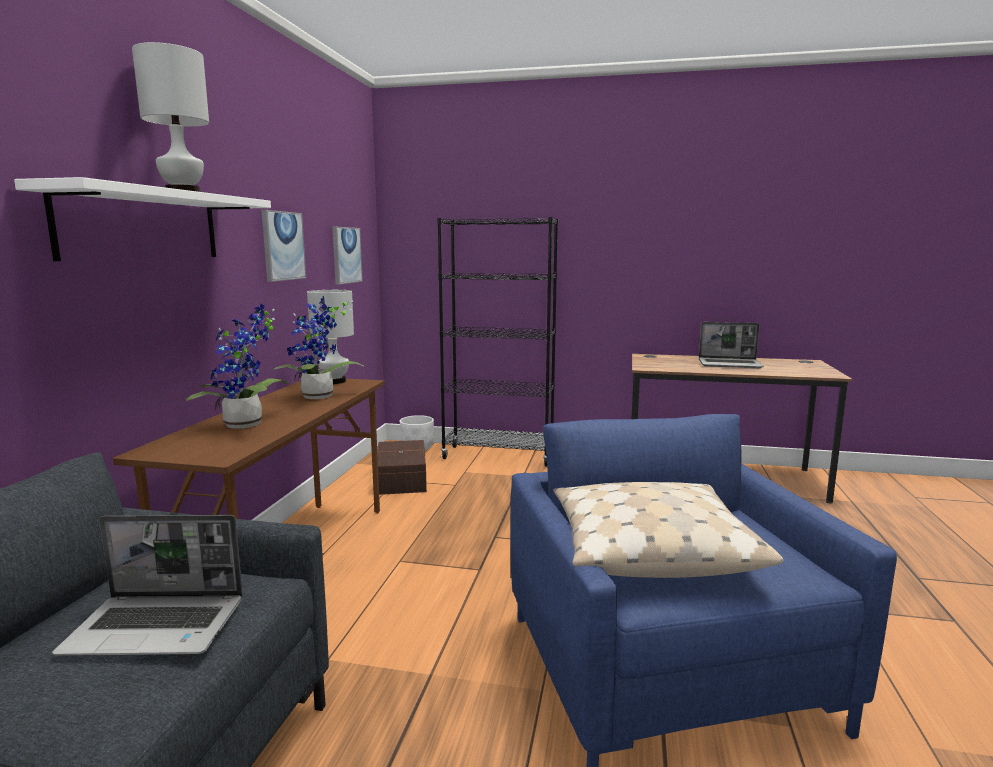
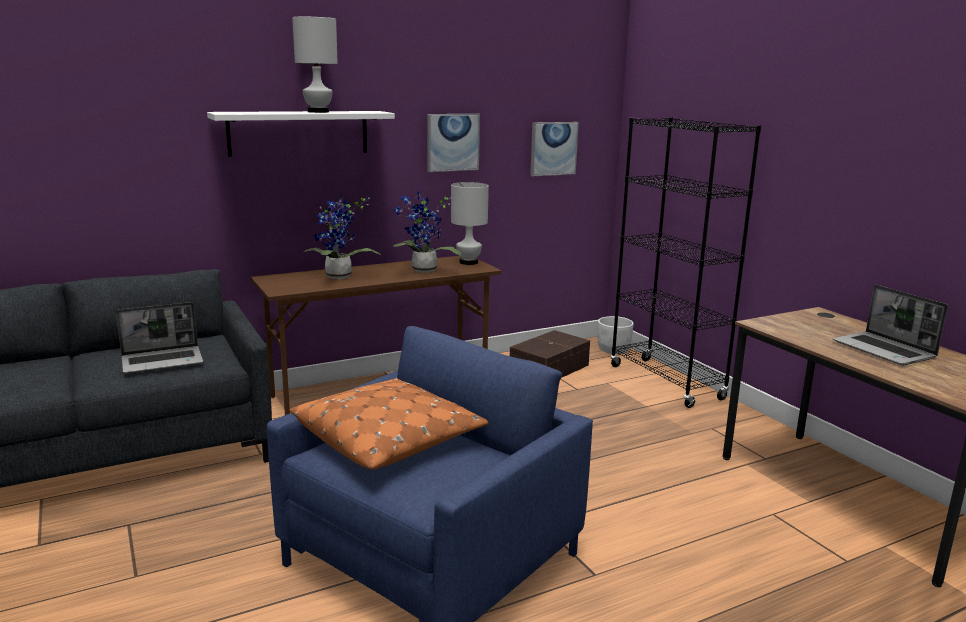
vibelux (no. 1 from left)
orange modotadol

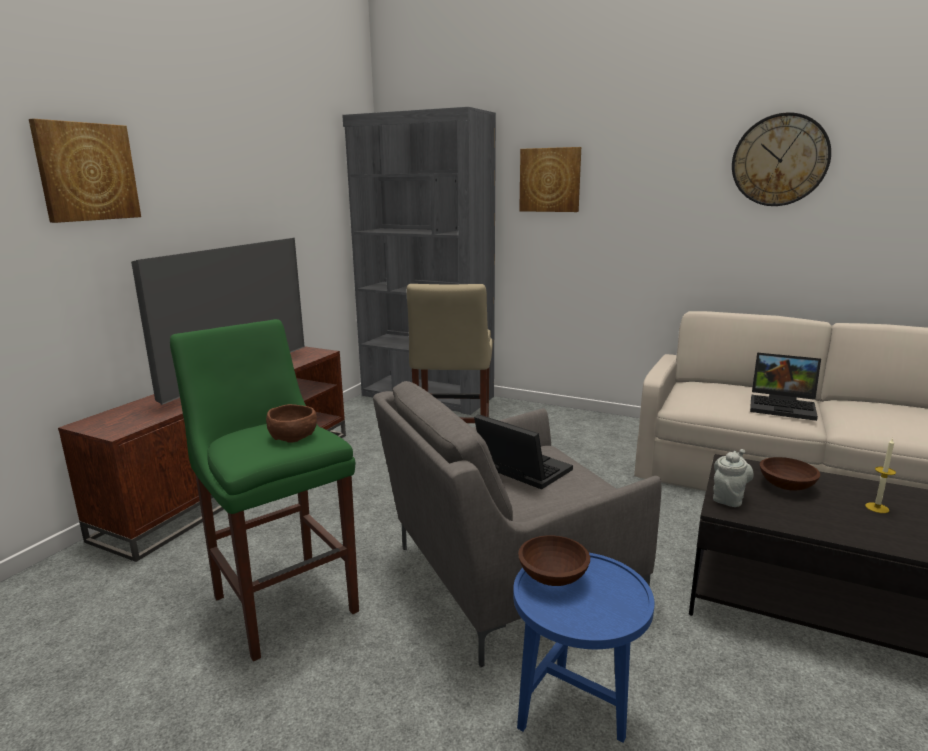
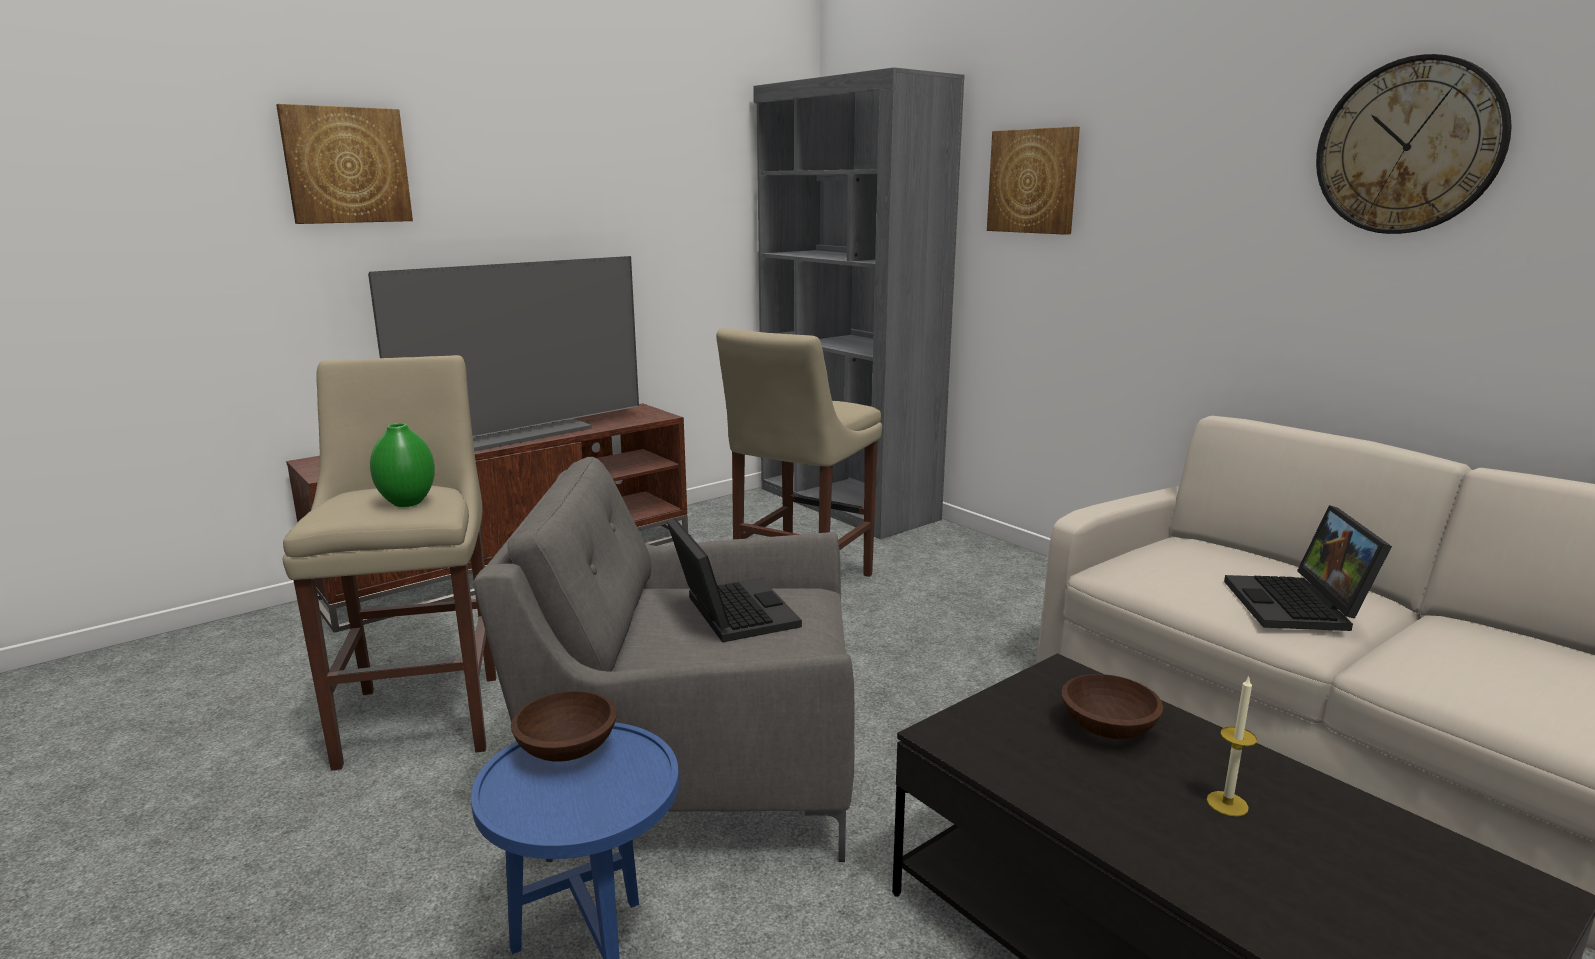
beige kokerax (no. 1 from left)
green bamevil
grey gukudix
vibelux (no. 2 from left)

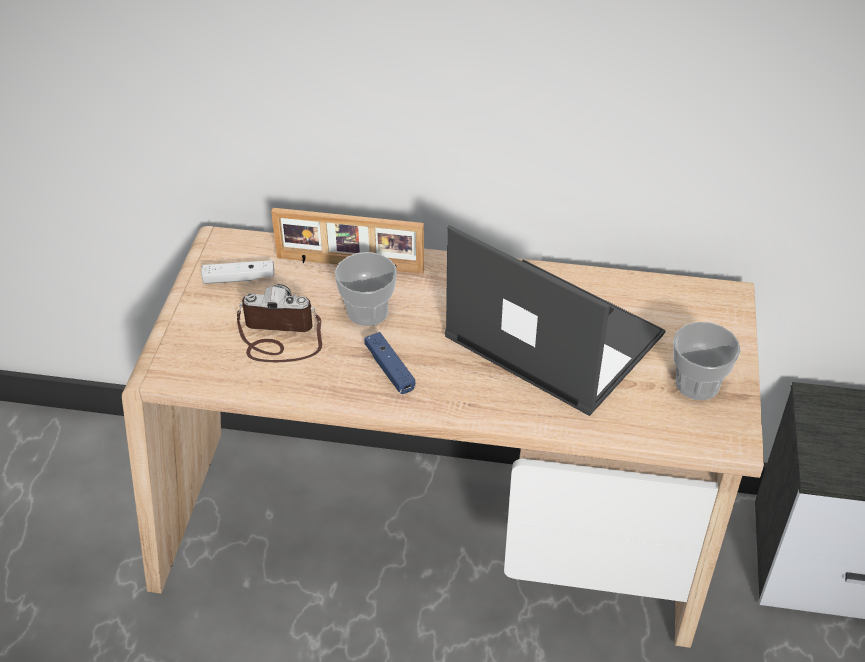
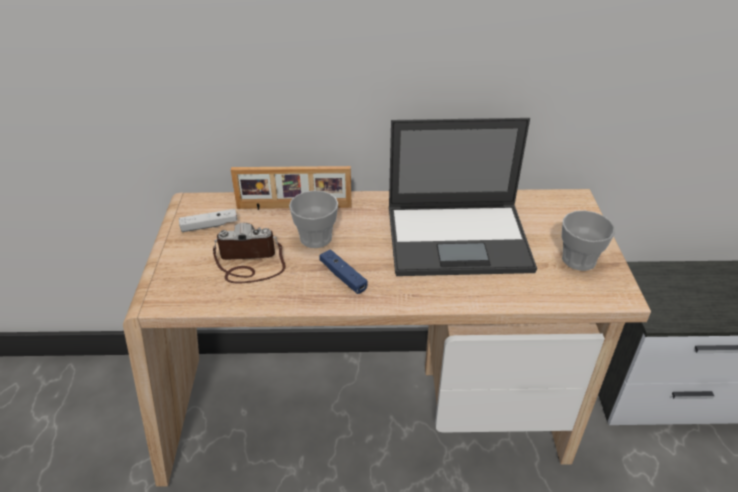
vibelux

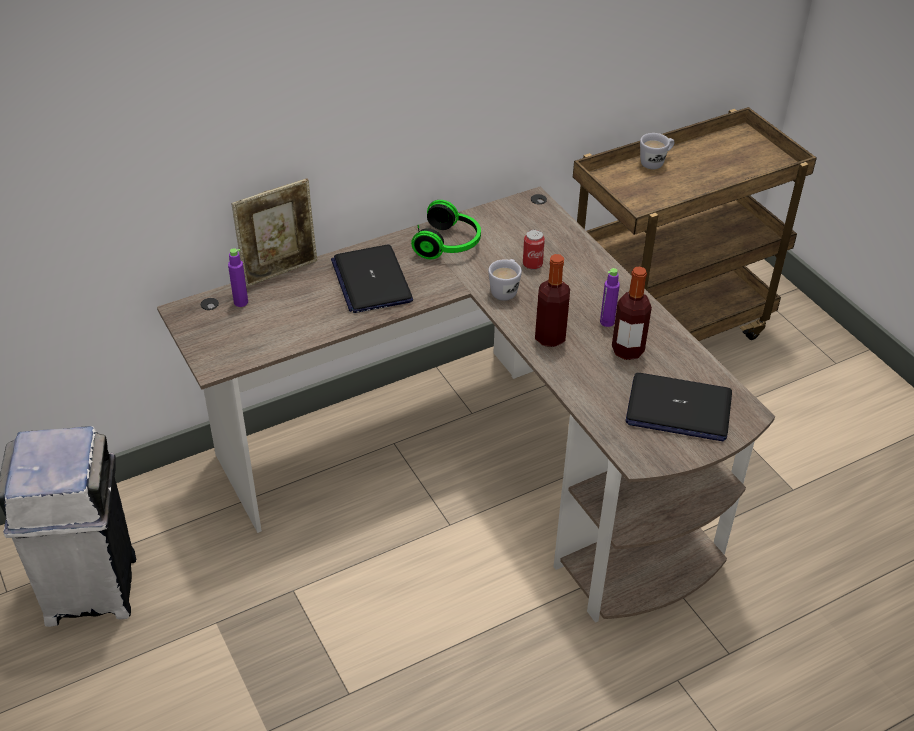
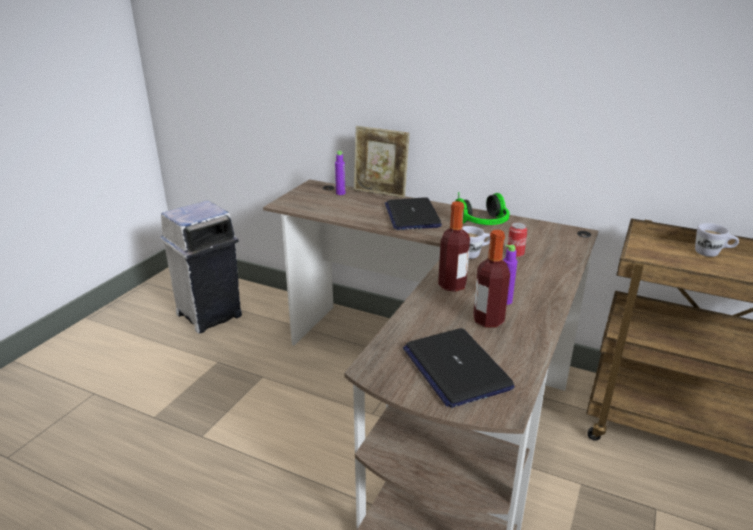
vibelux (no. 1 from left)

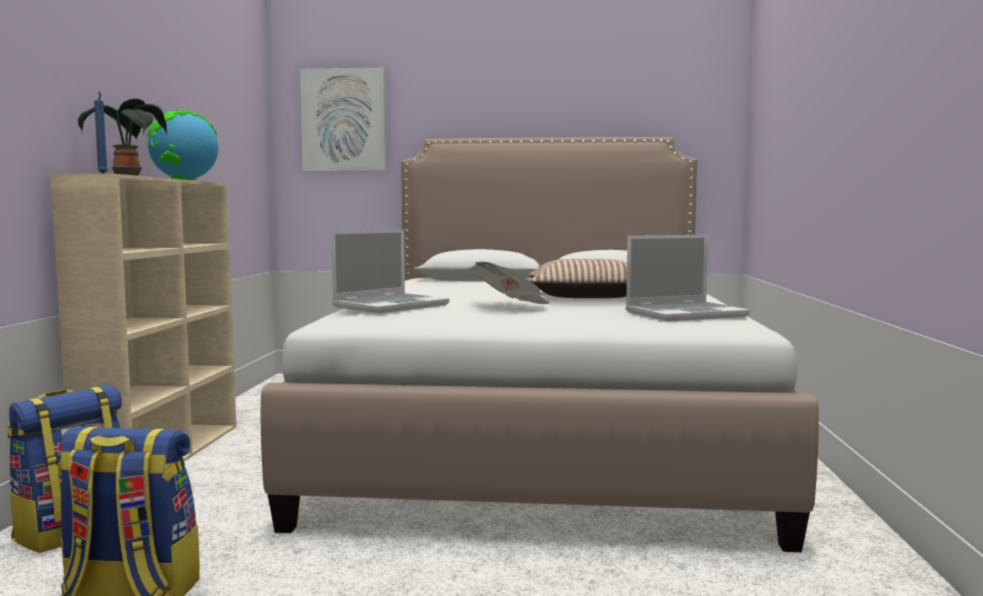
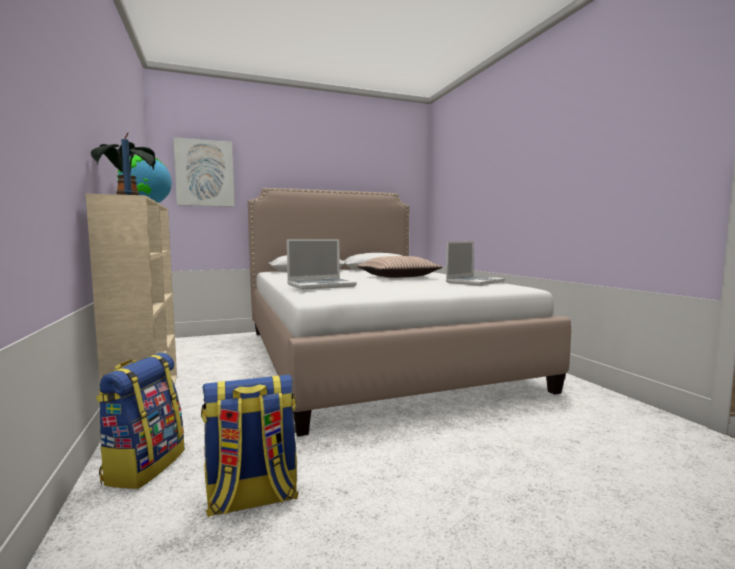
vibelux (no. 1 from left)
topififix

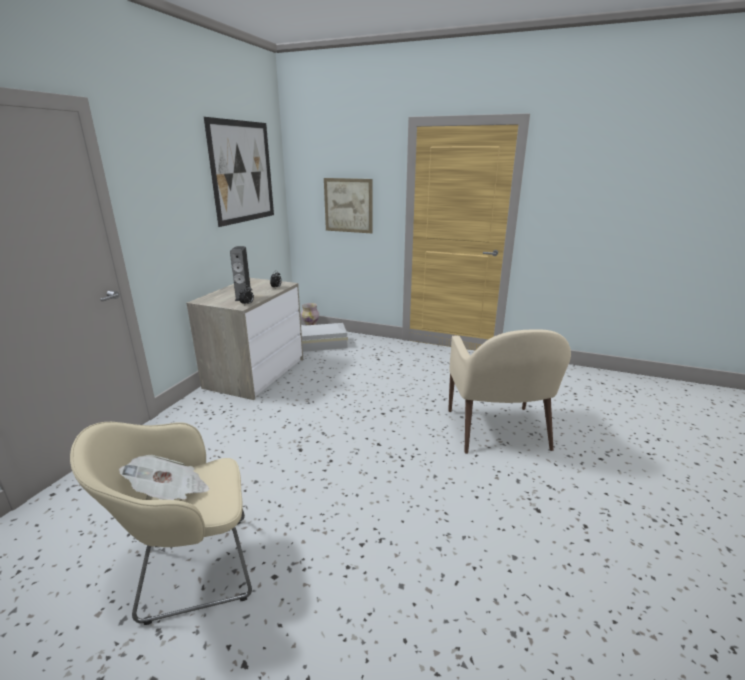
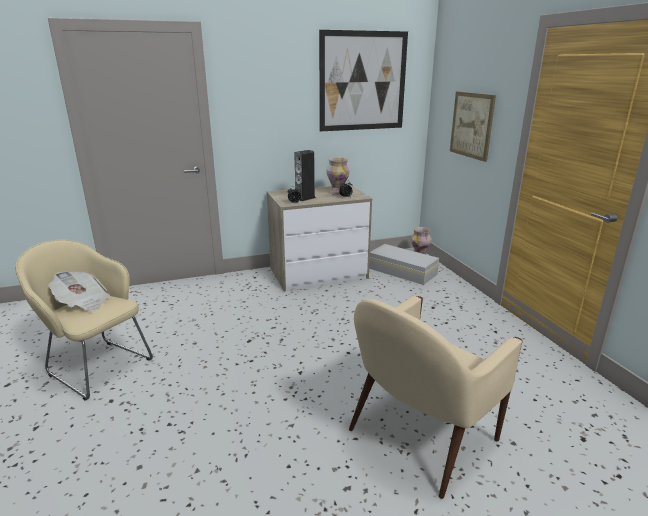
bamevil (no. 1 from left)

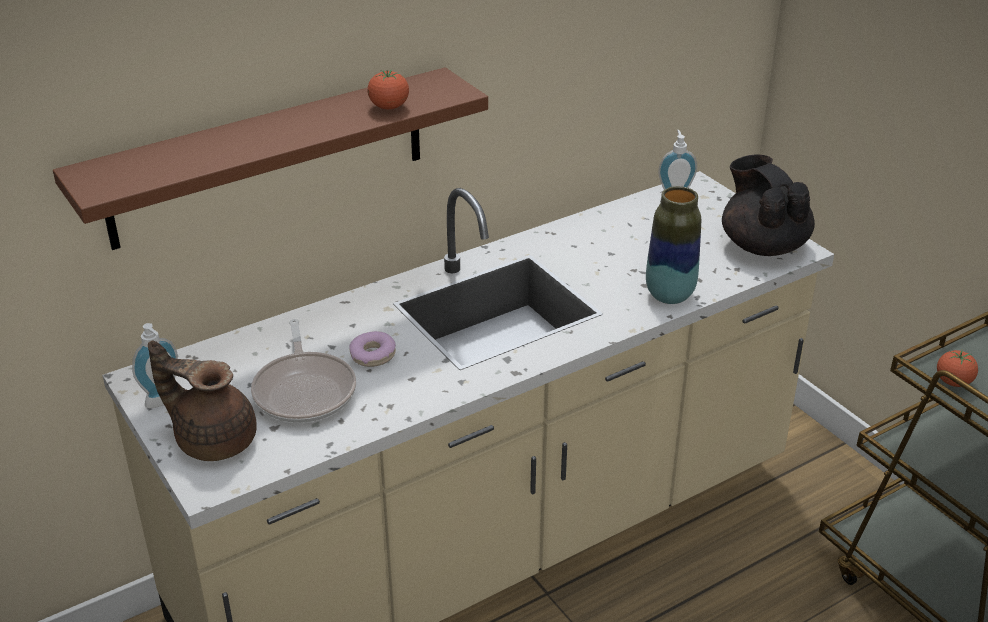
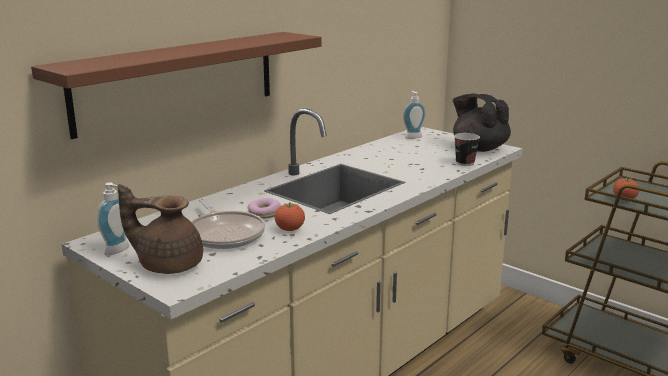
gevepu (no. 1 from left)
bamevil
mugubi

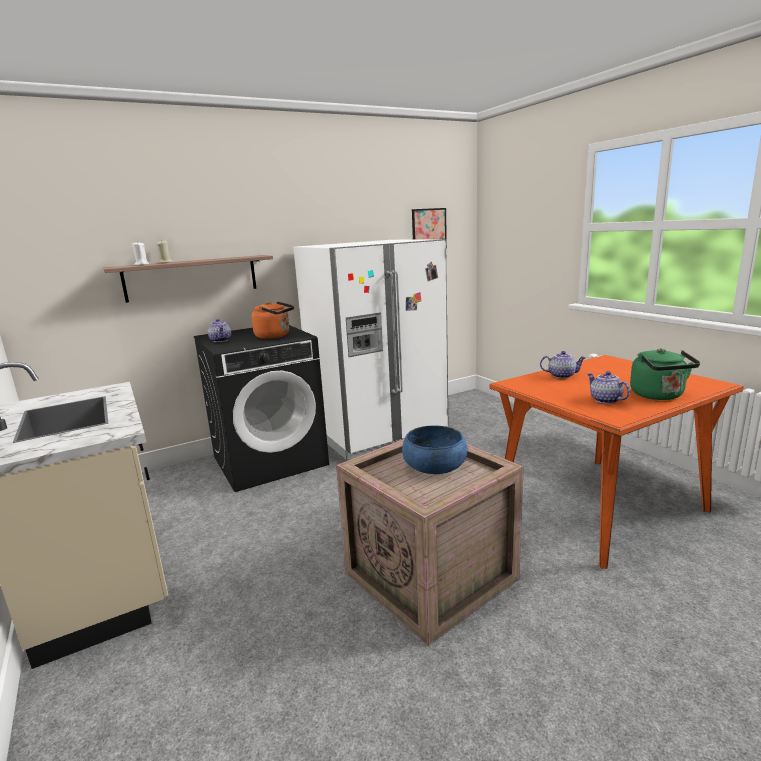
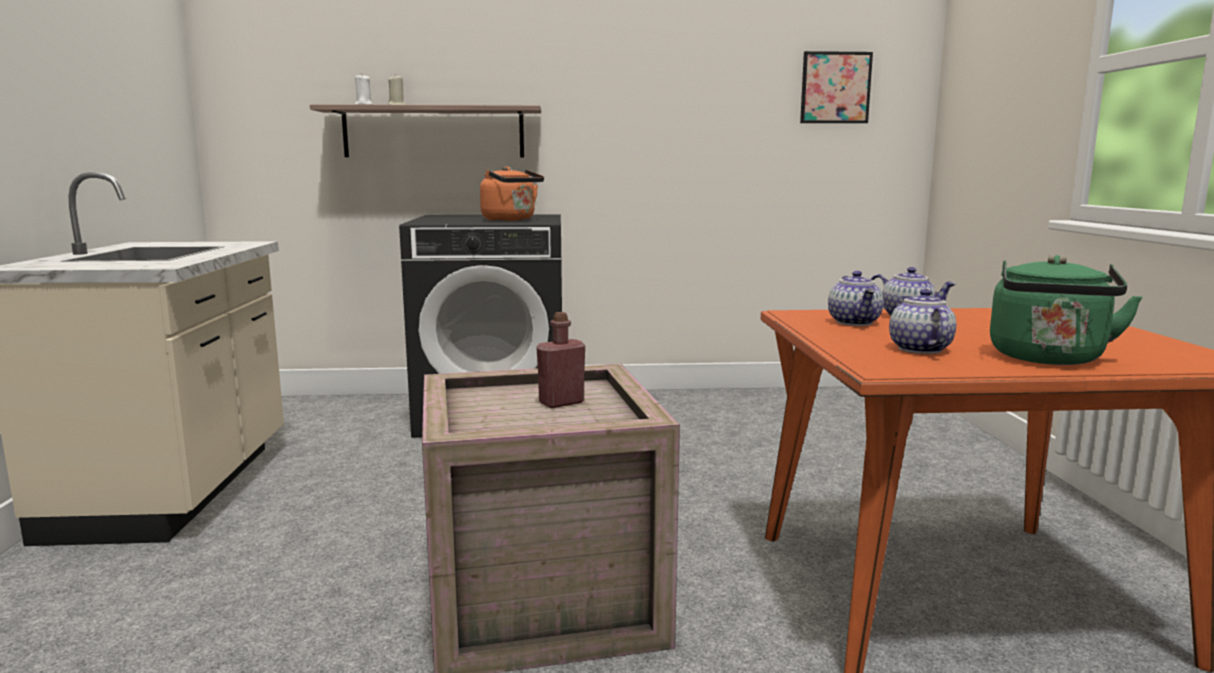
gukudix (no. 1 from left)
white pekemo
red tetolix

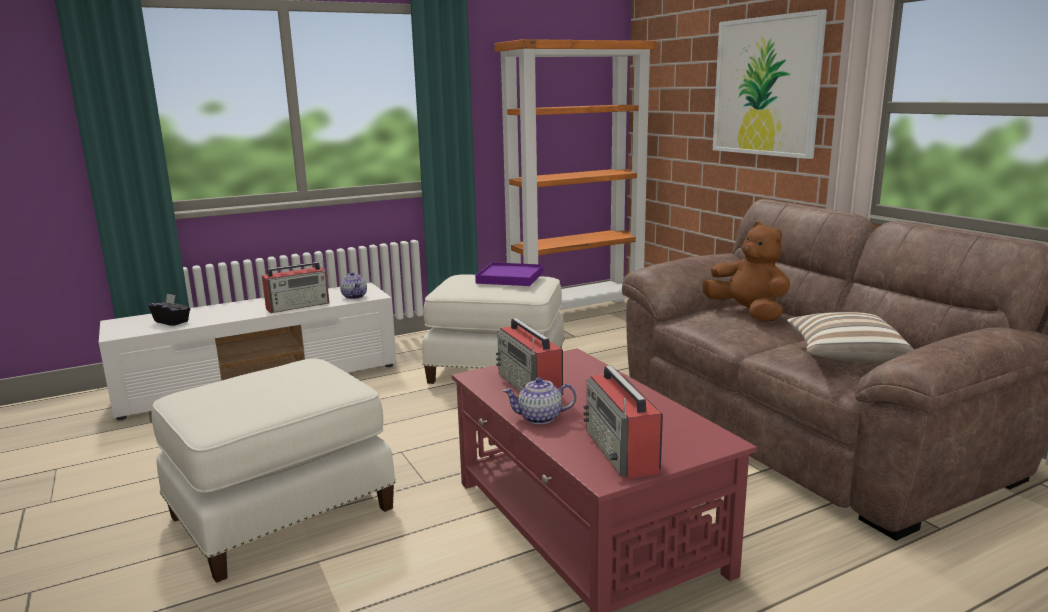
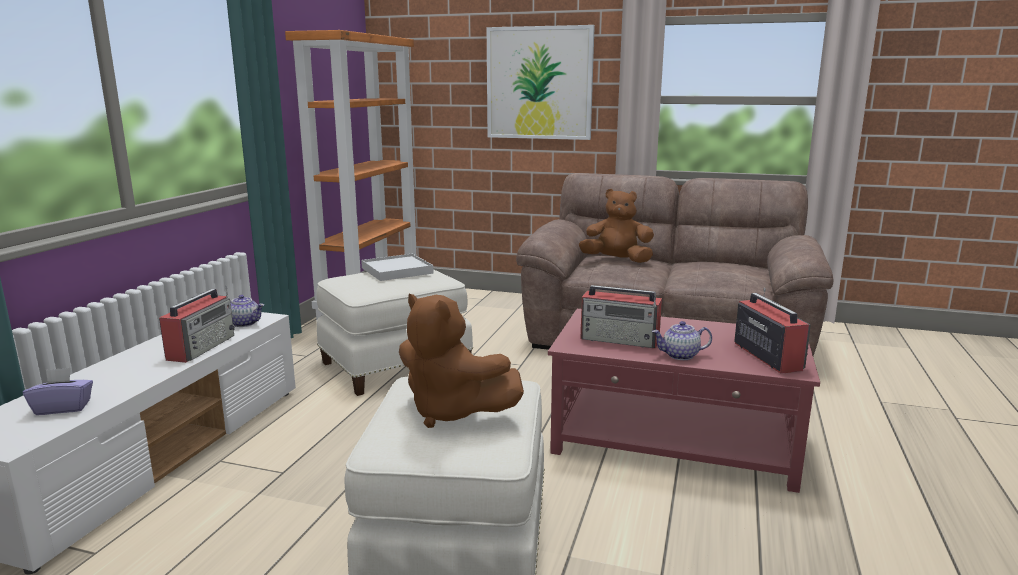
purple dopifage
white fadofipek
gukudix (no. 2 from left)
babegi (no. 3 from left)
modotadol
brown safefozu (no. 1 from left)

